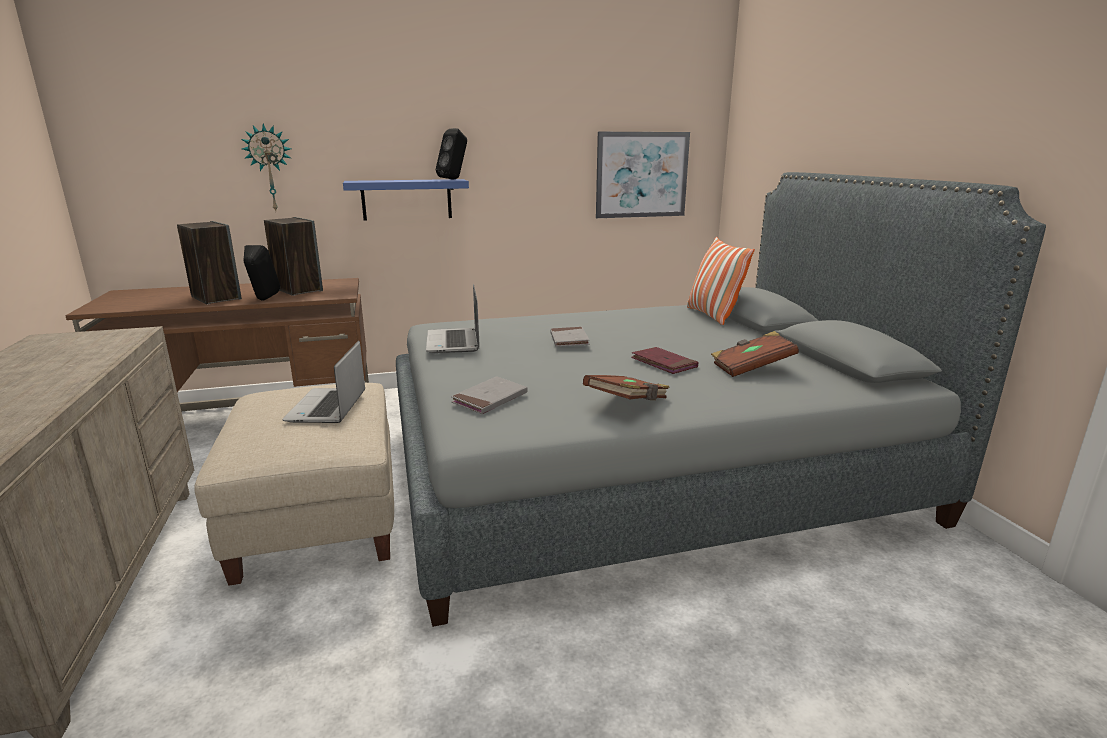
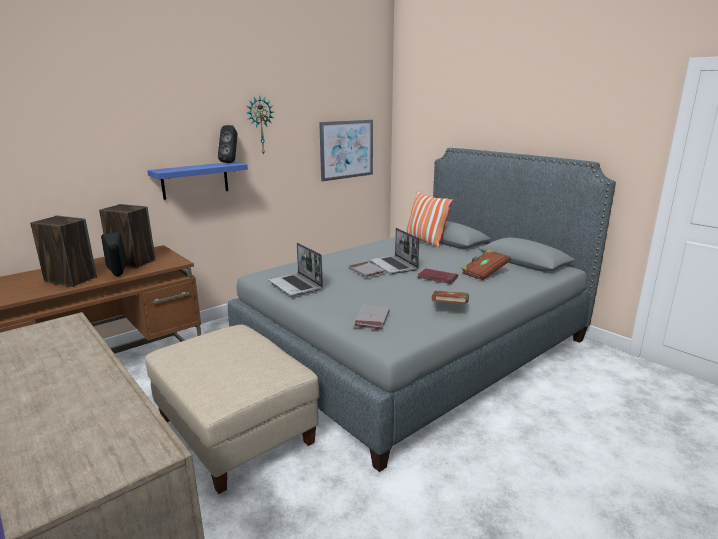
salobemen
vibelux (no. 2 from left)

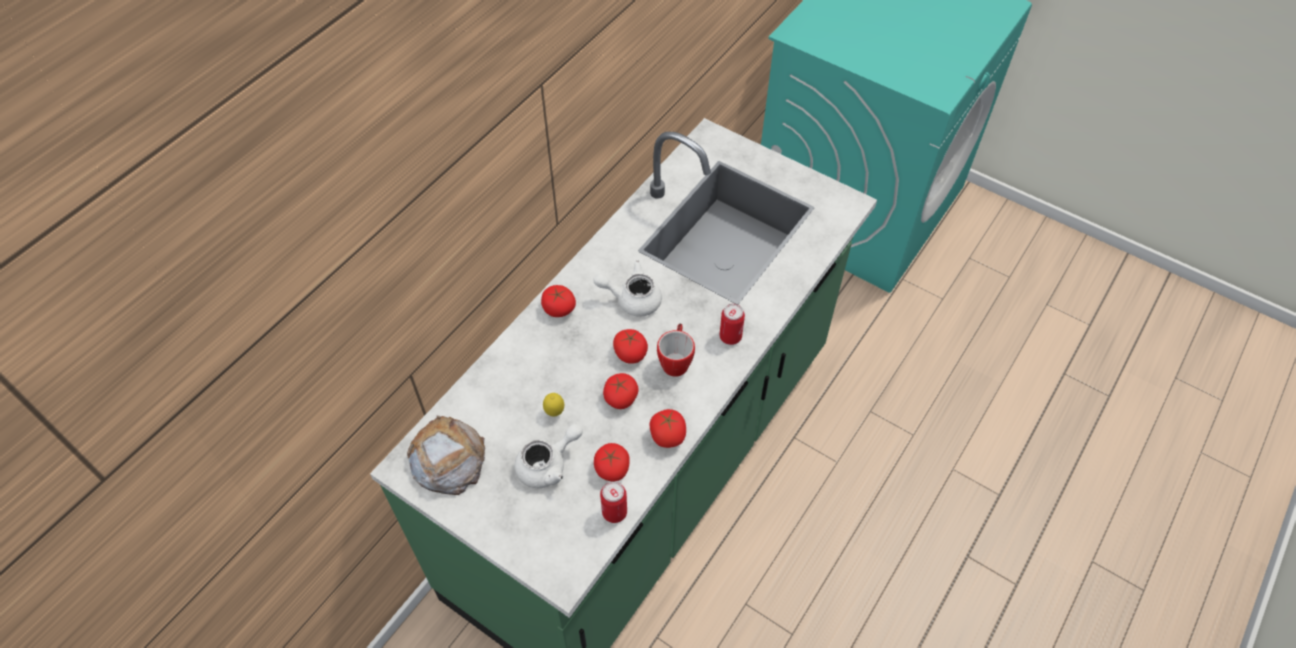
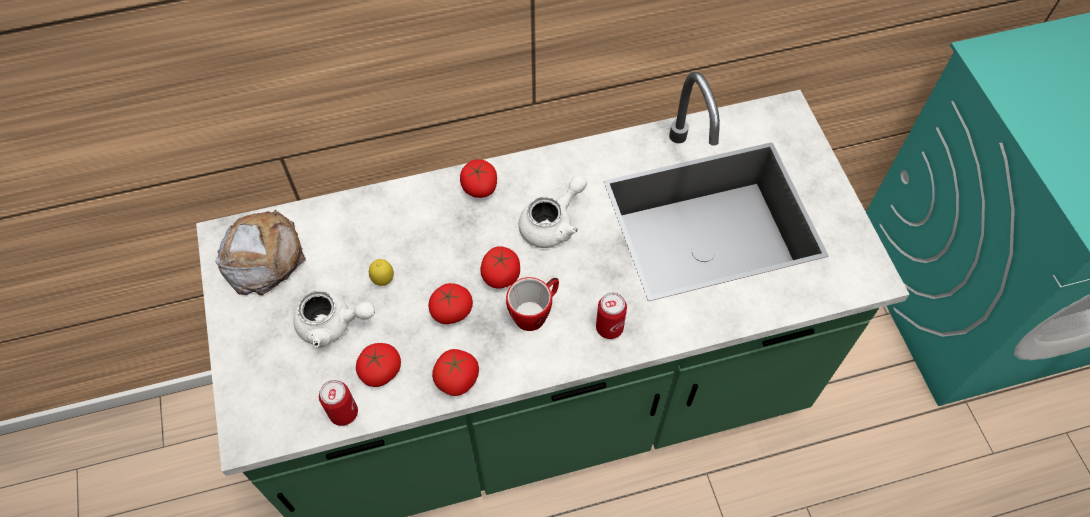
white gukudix (no. 2 from left)

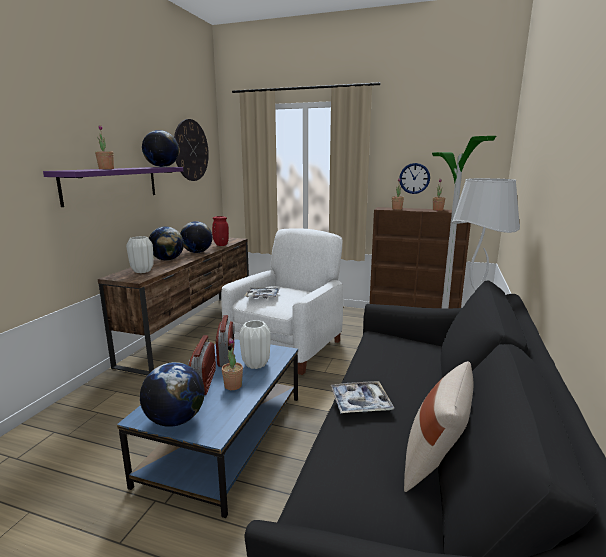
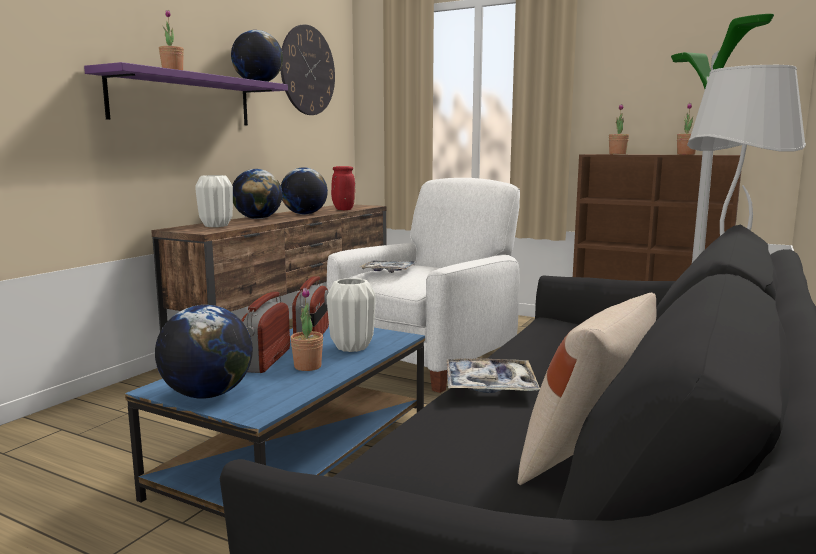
salobemen (no. 2 from left in the first image)

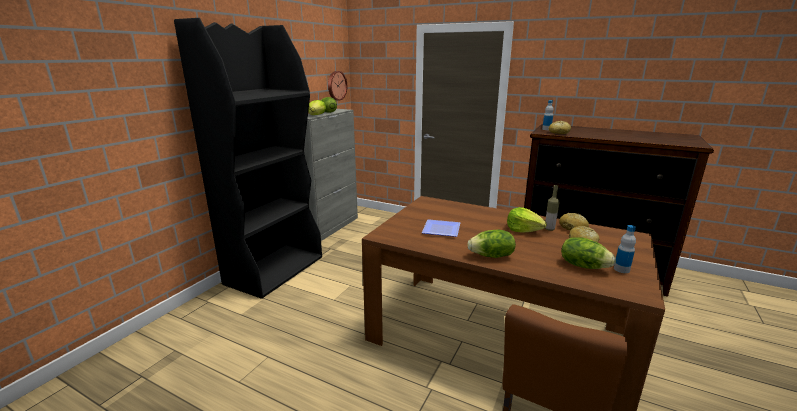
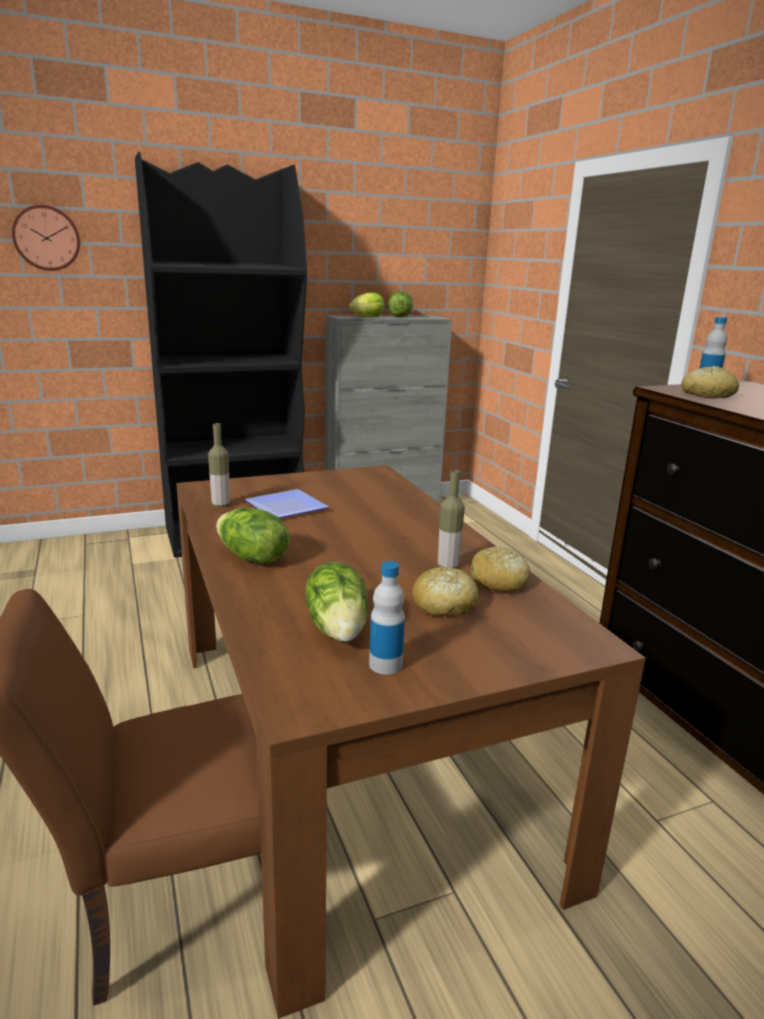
salobemen
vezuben (no. 4 from left in the first image)
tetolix (no. 1 from left)

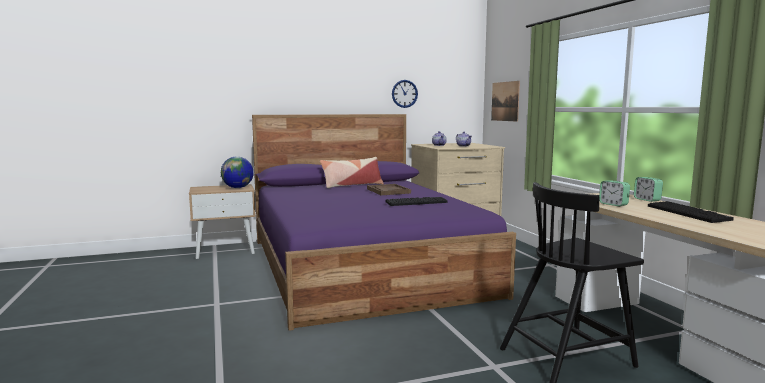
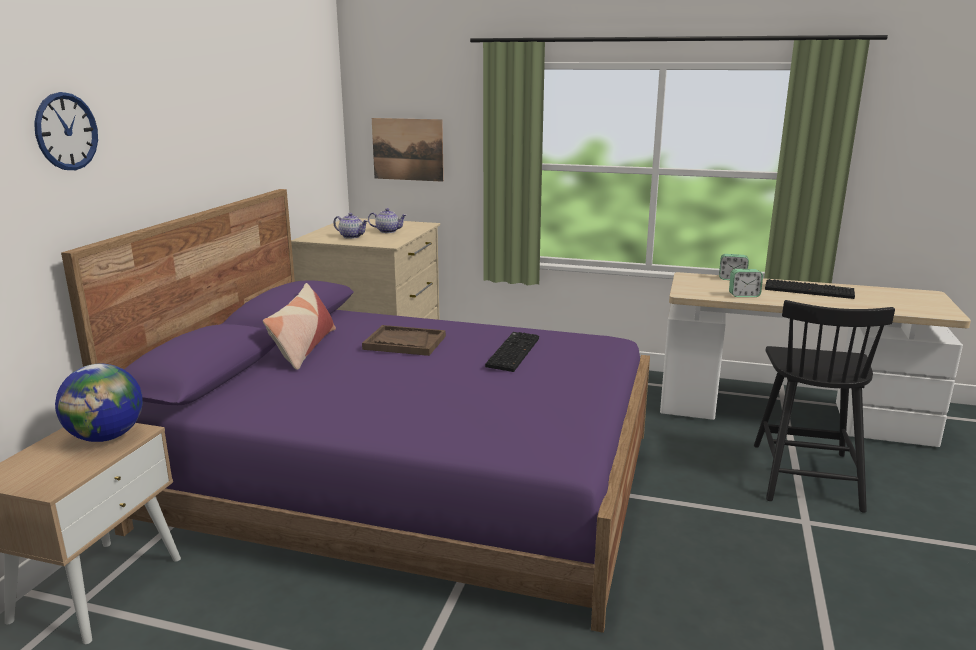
salobemen

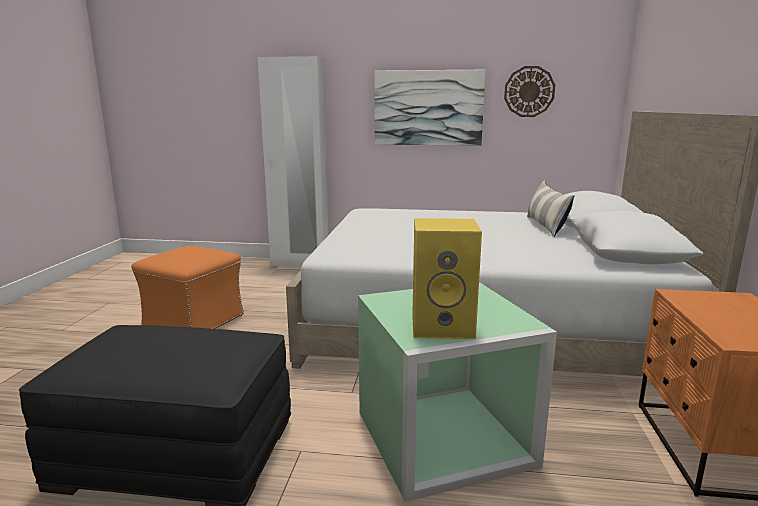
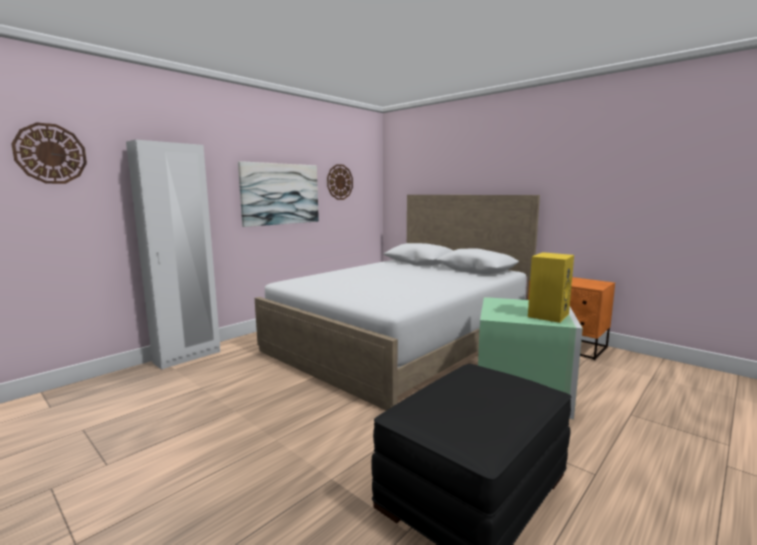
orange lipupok
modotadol
salobemen (no. 1 from left)

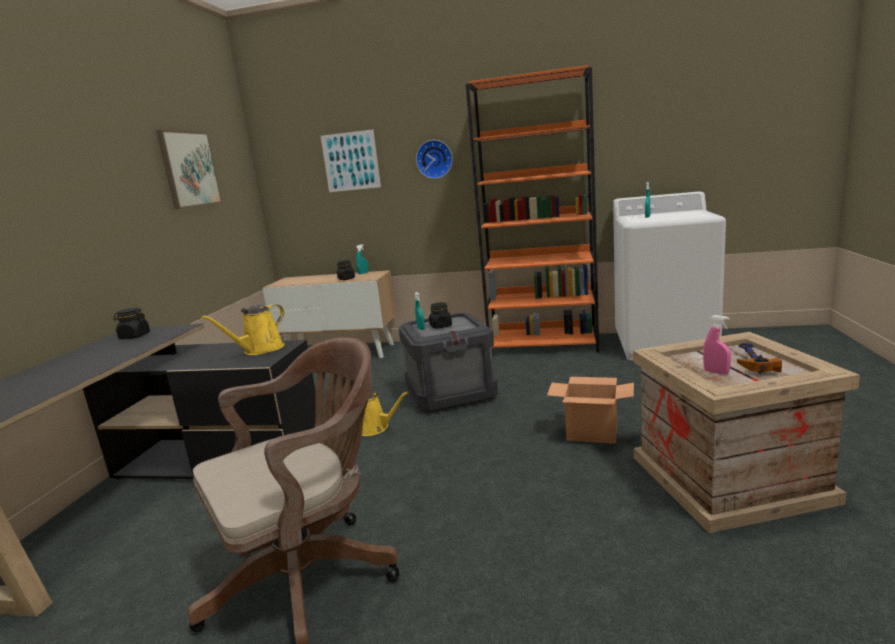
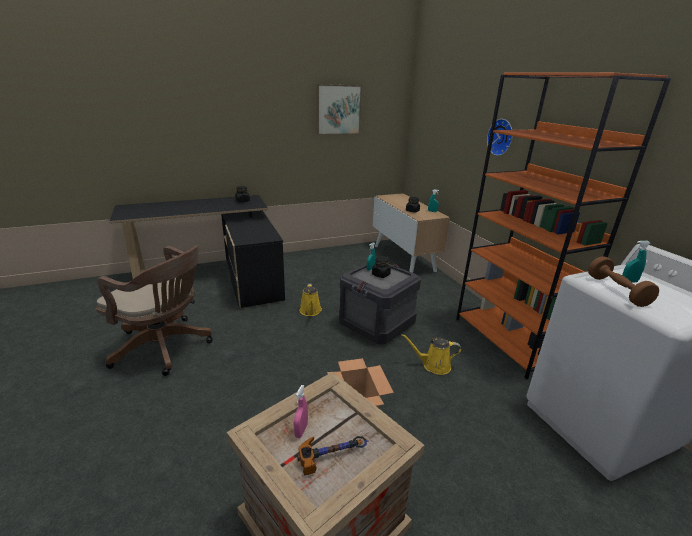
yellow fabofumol (no. 2 from left)
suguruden (no. 2 from left in the first image)
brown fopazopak

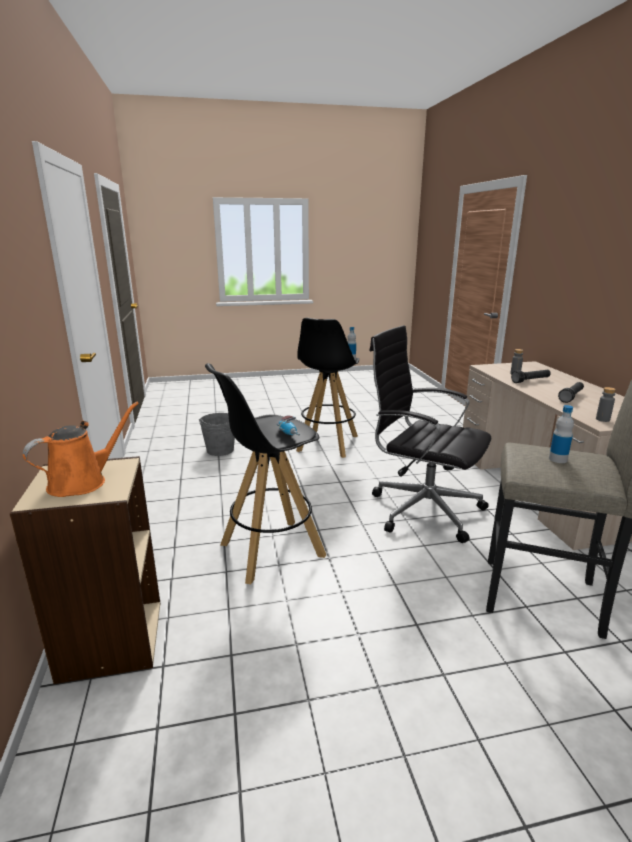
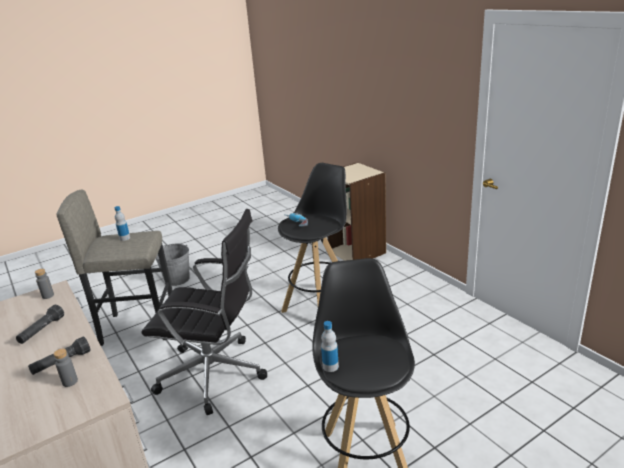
orange fabofumol
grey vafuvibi

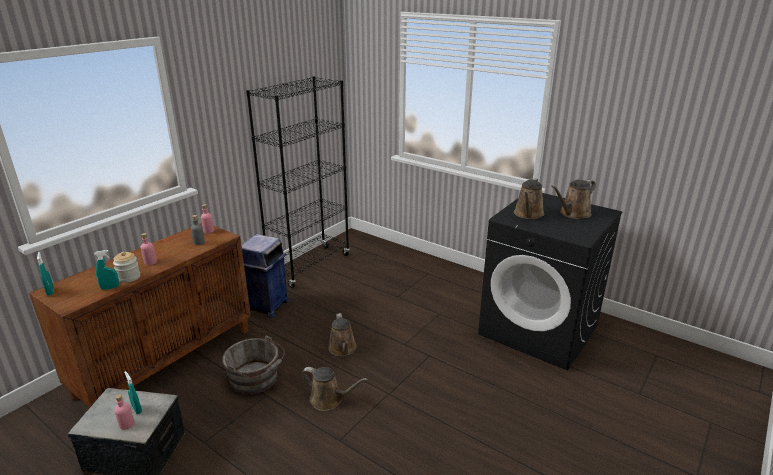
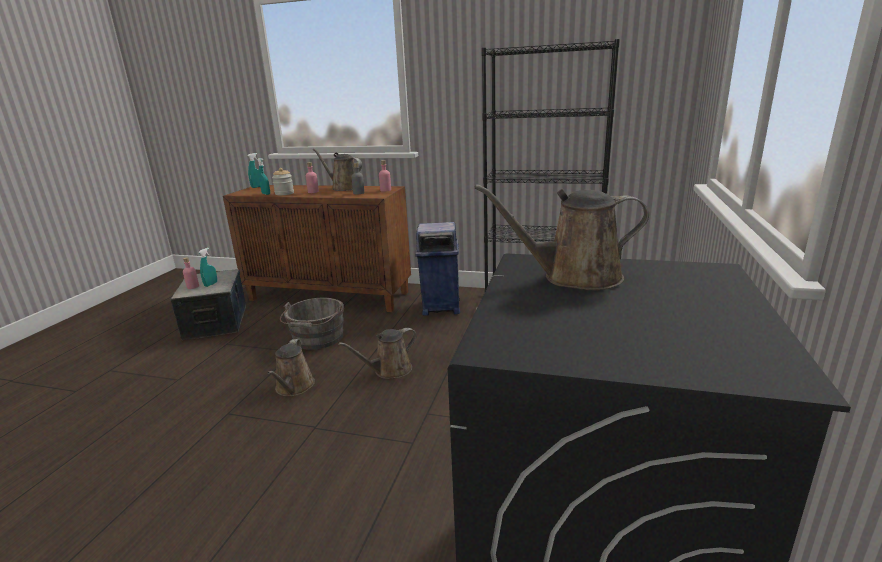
brown fabofumol (no. 2 from left)

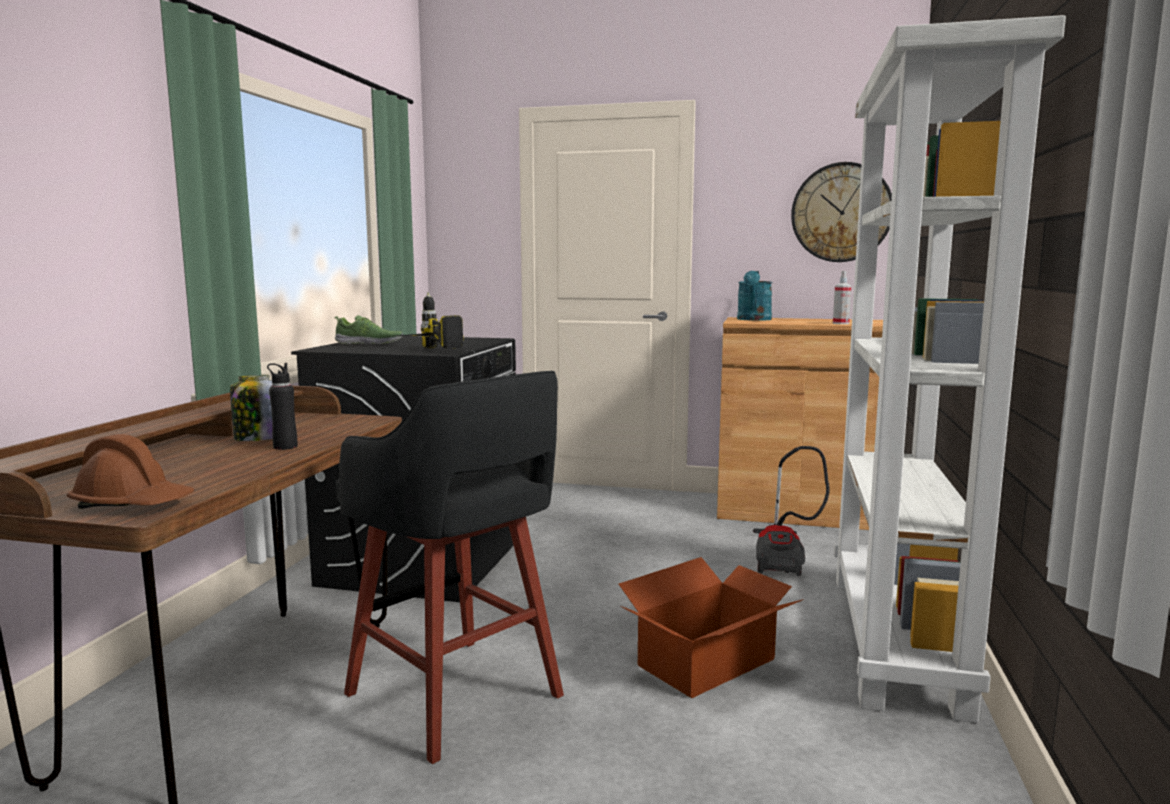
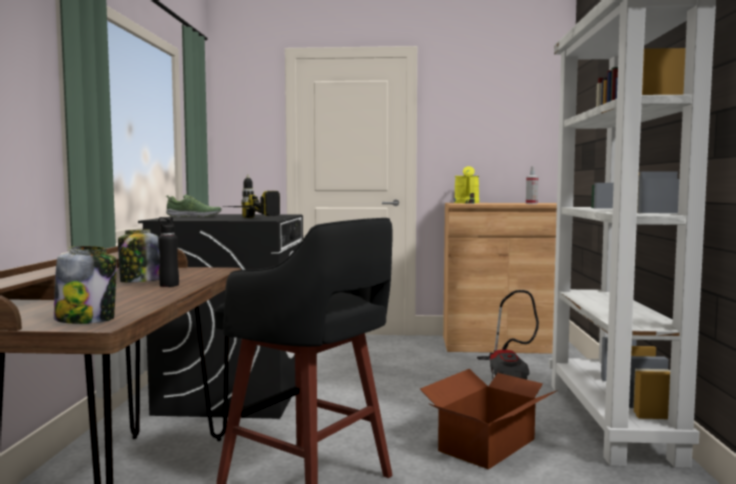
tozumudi (no. 1 from left)
yellow fabofumol
salobemen

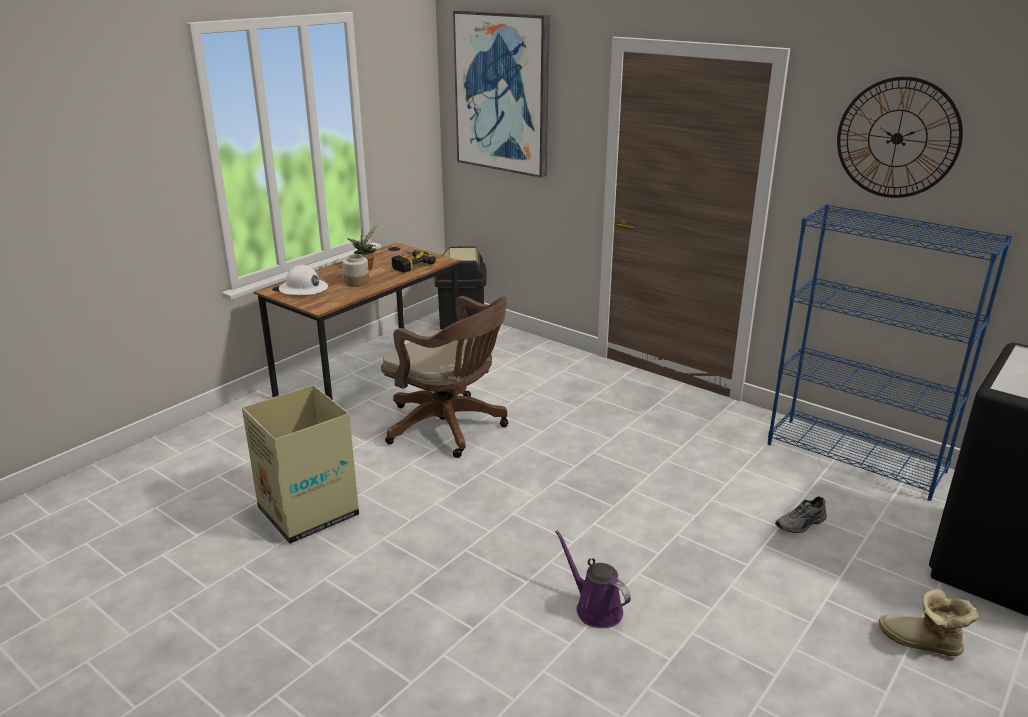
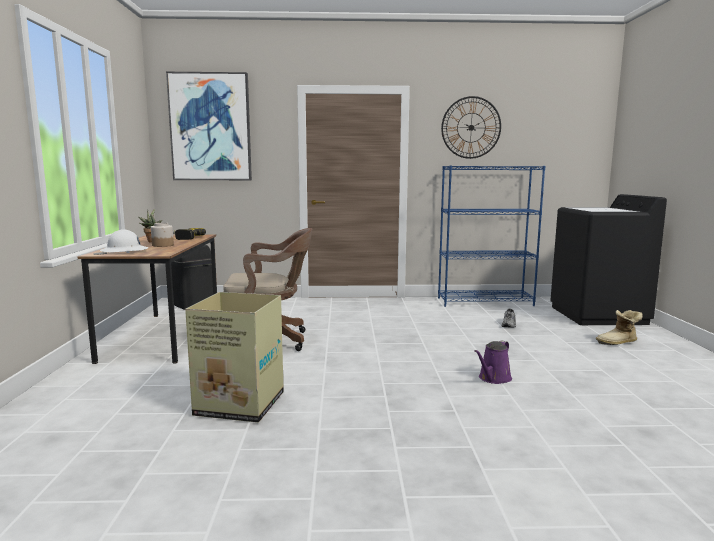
purple fabofumol

